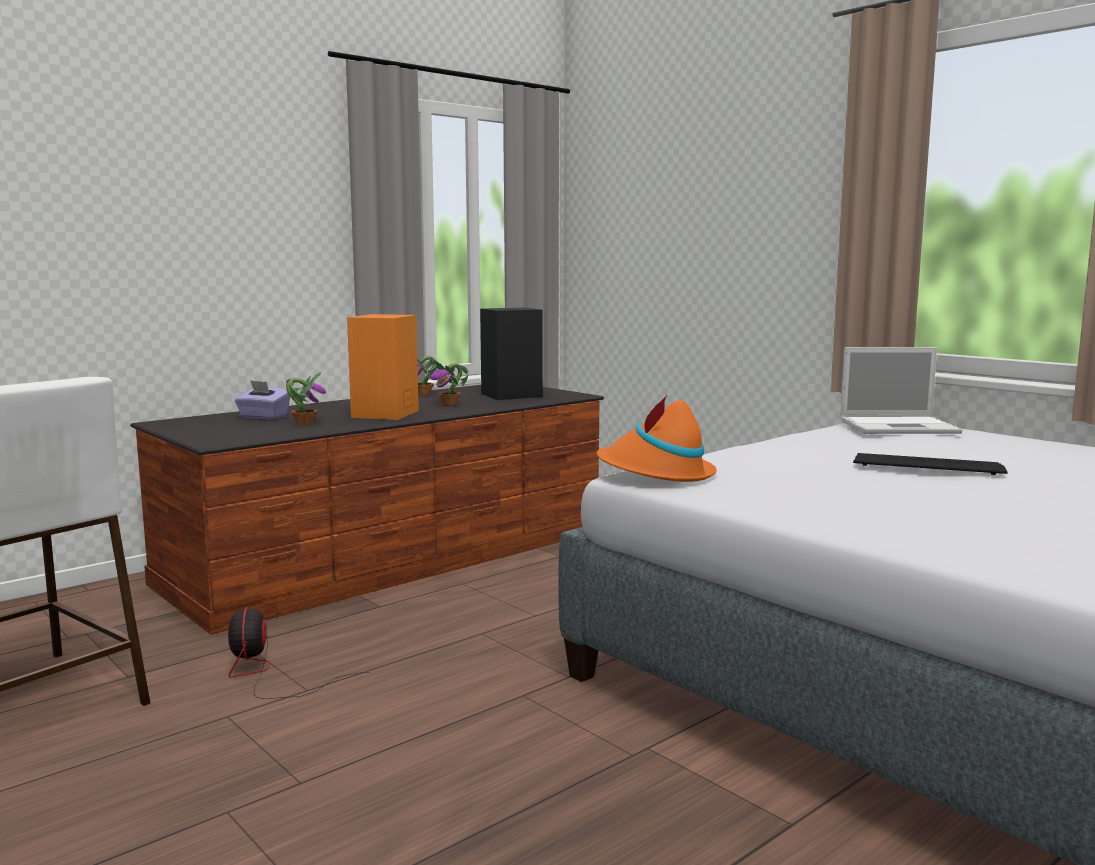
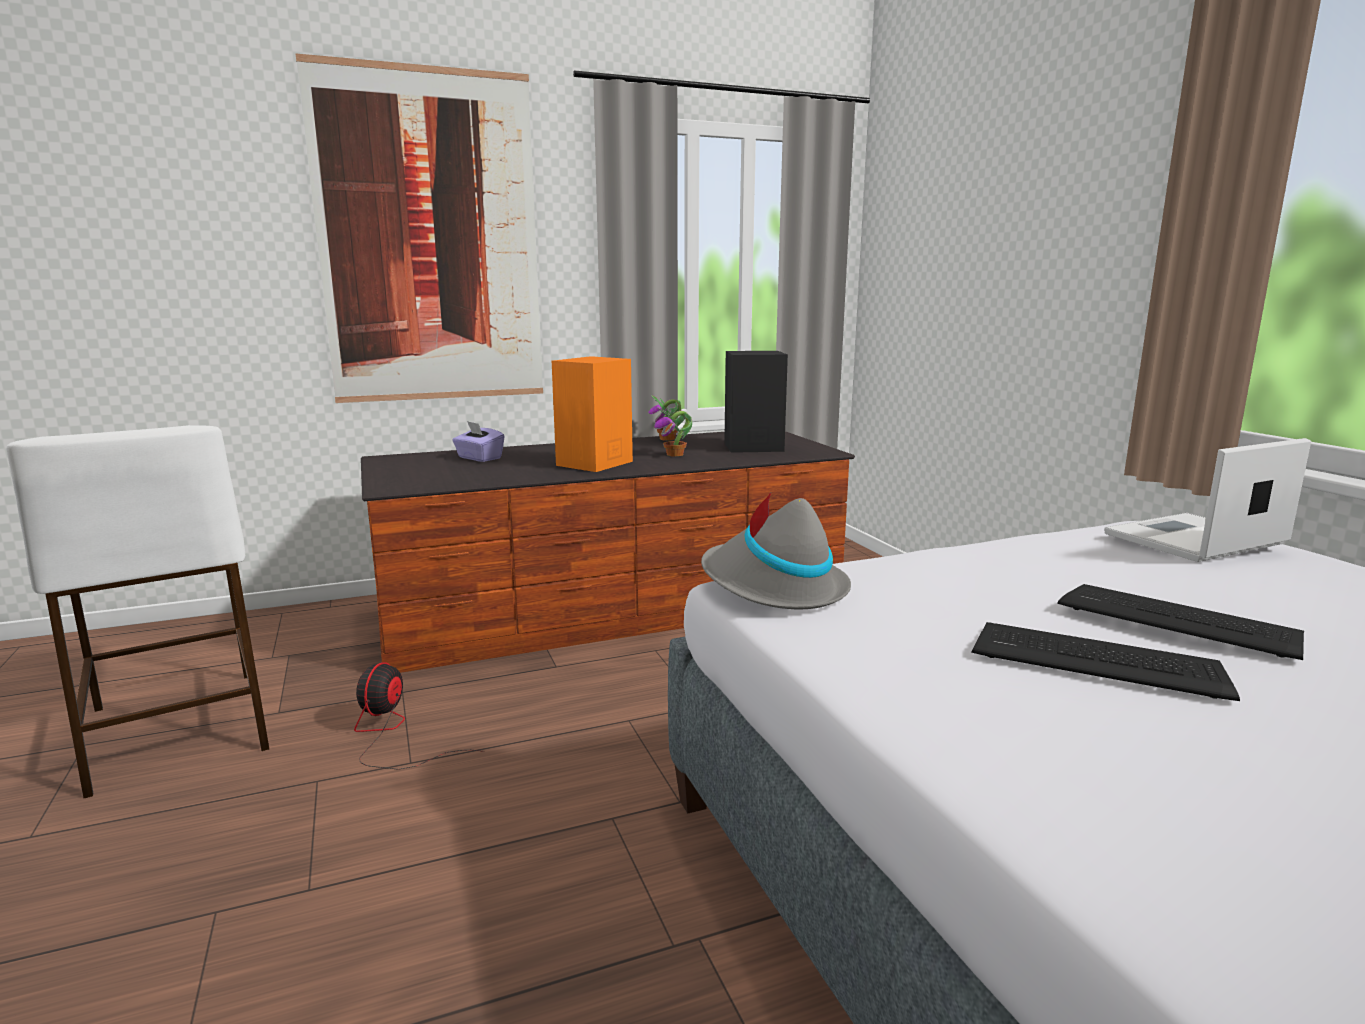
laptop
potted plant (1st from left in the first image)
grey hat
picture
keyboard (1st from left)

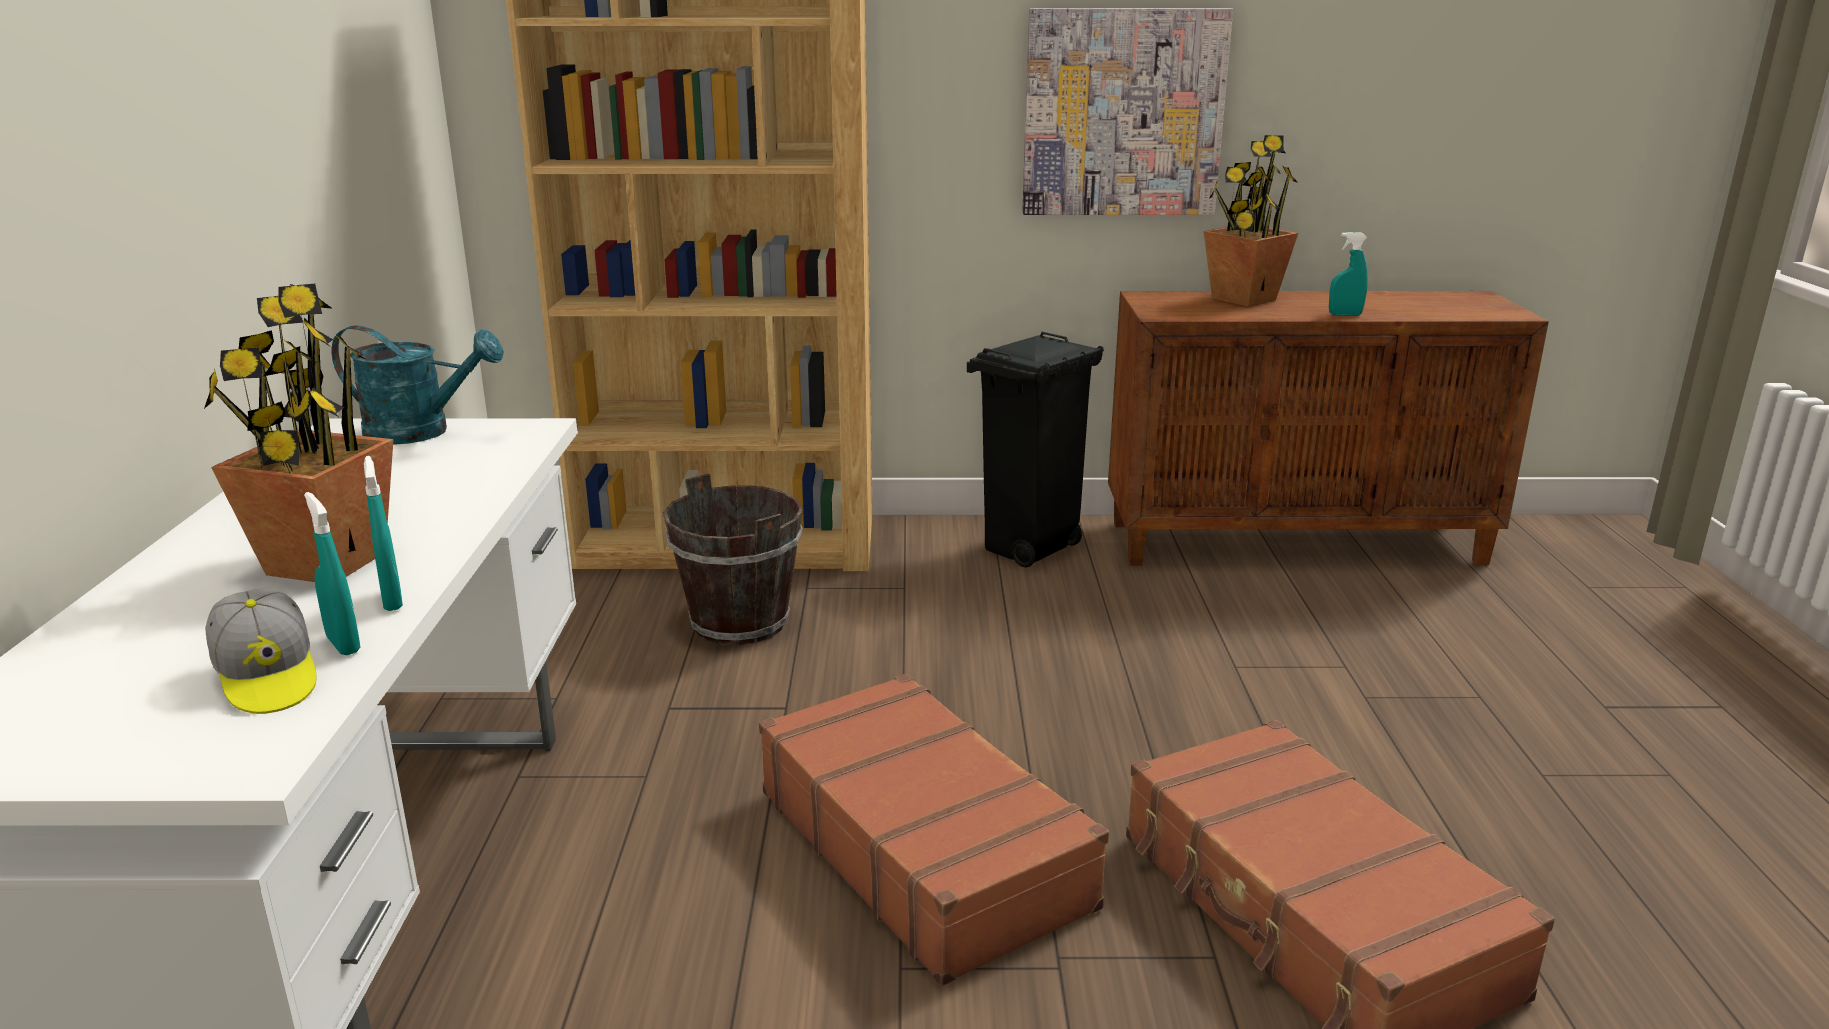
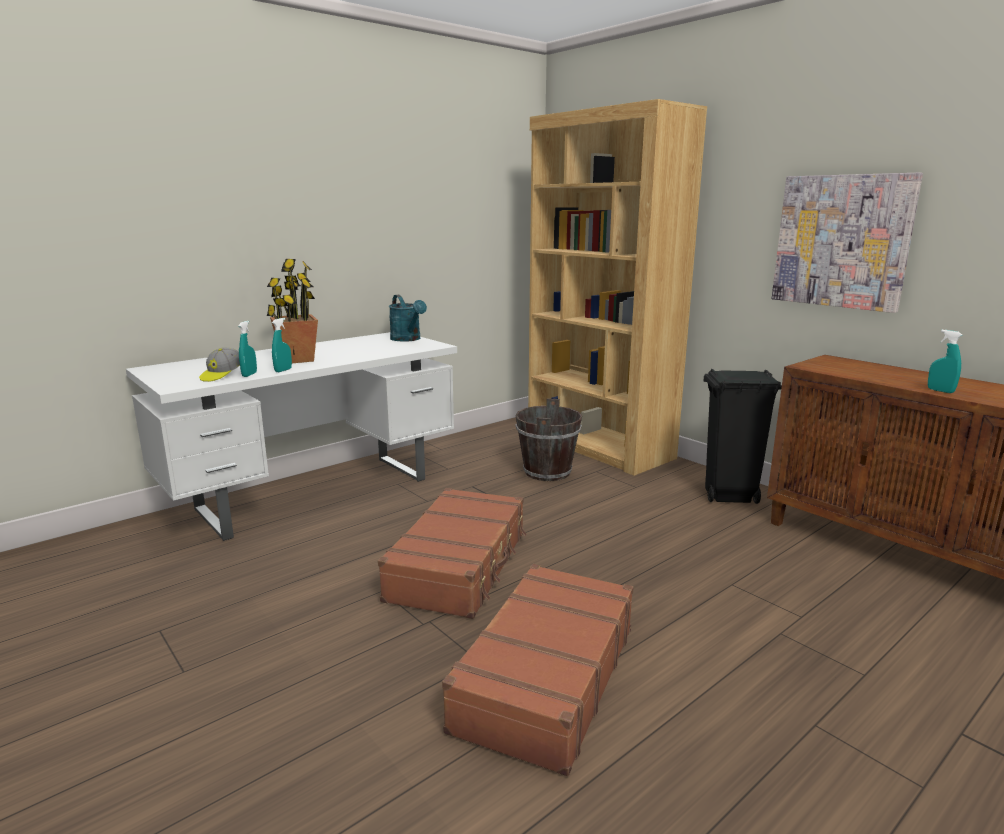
potted plant (2nd from left in the first image)

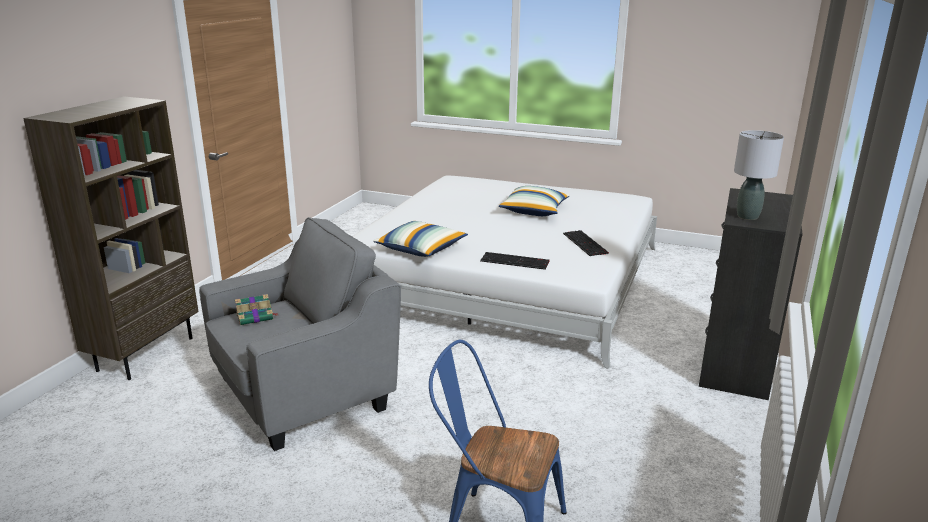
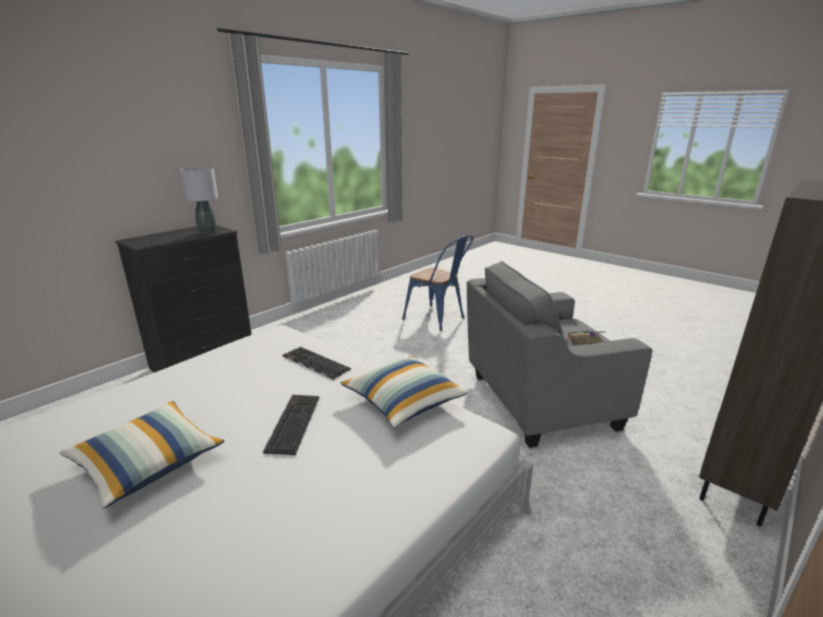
keyboard (1st from left)

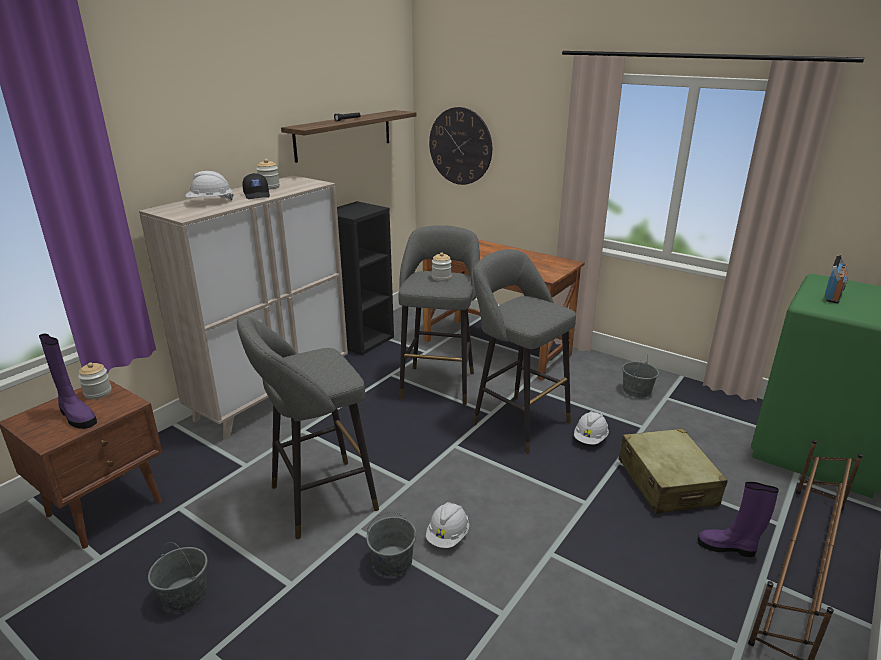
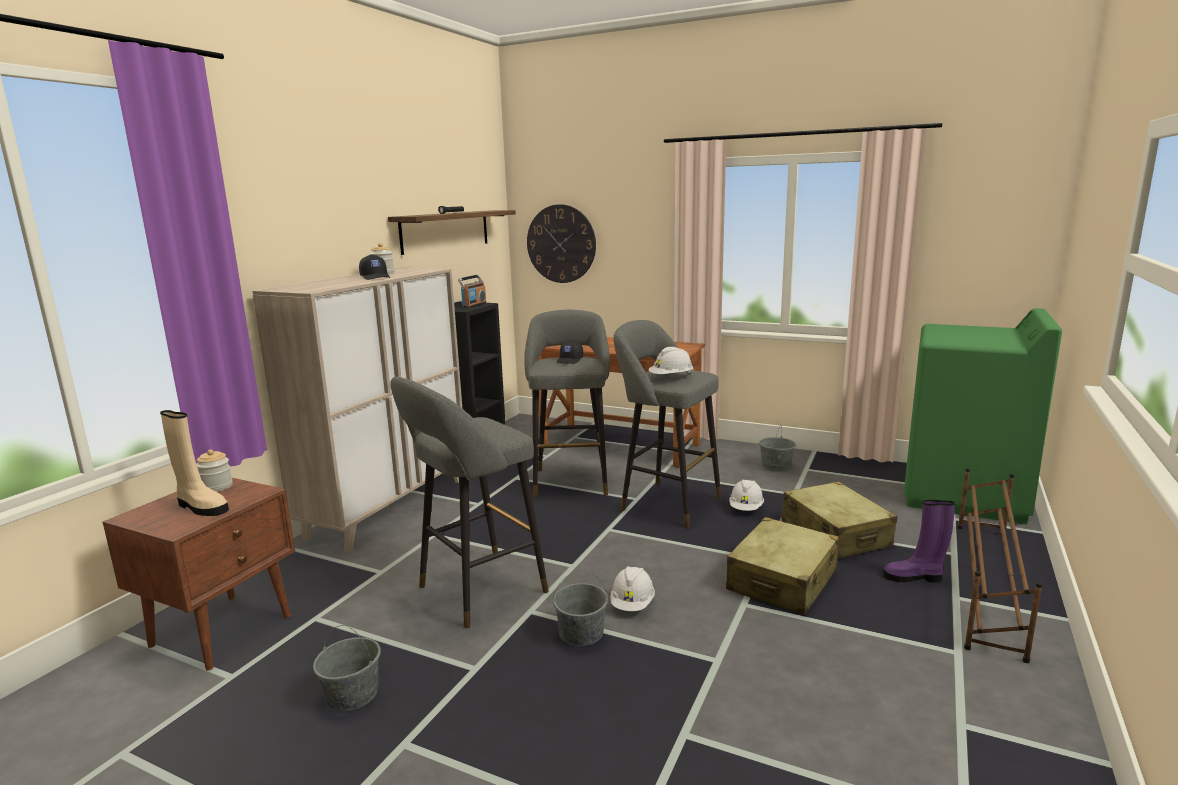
white hard hat (2nd from left)
black cap (2nd from left)
radio
beige boot
beige suitcase (1st from left)

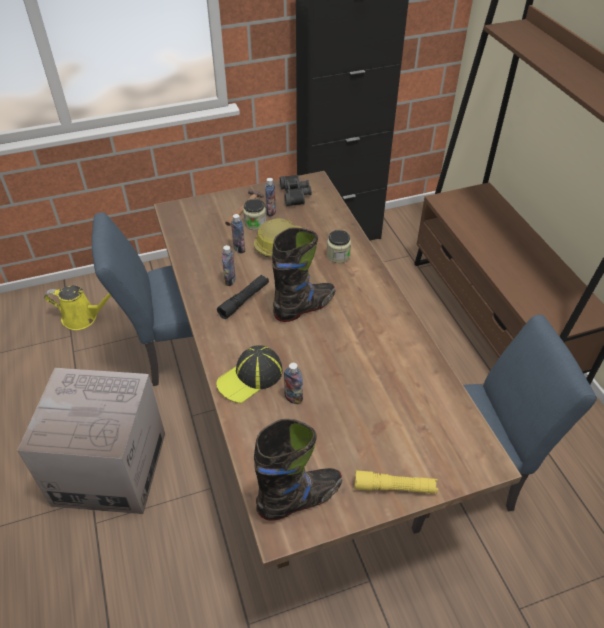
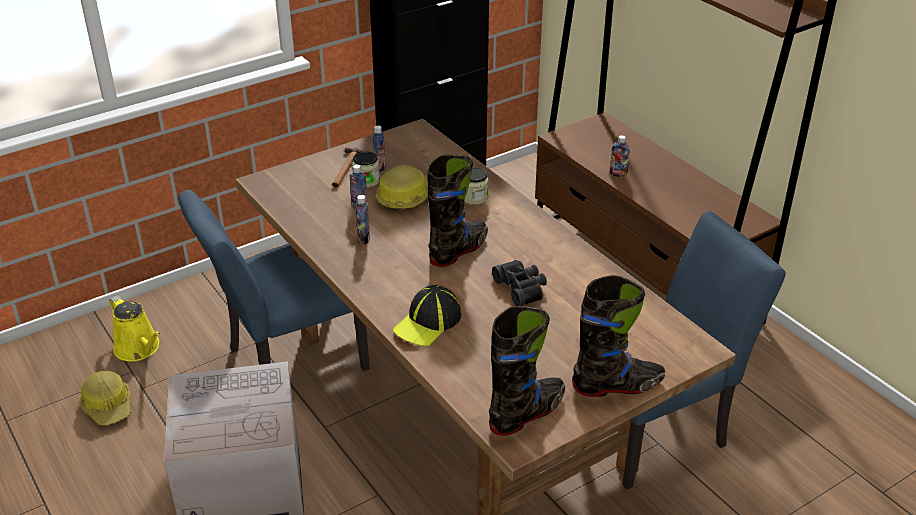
black binoculars
black flashlight
yellow watering can
bottle (4th from left)
black boot (3rd from left)
hard hat (1st from left)

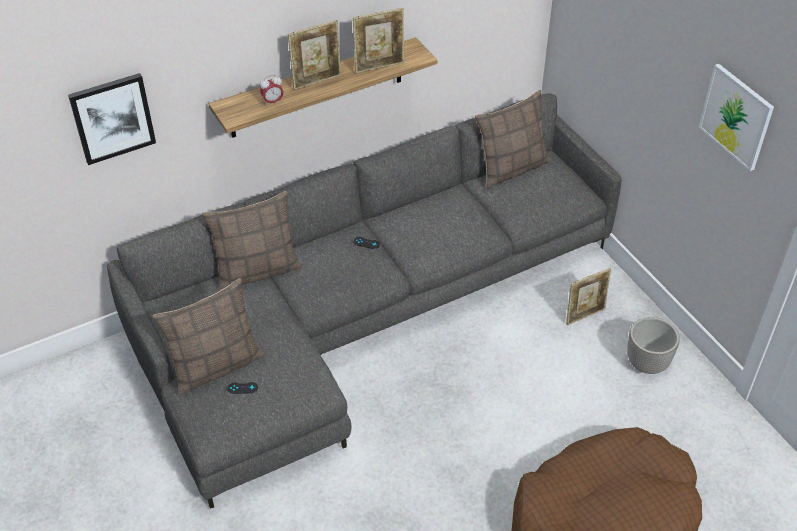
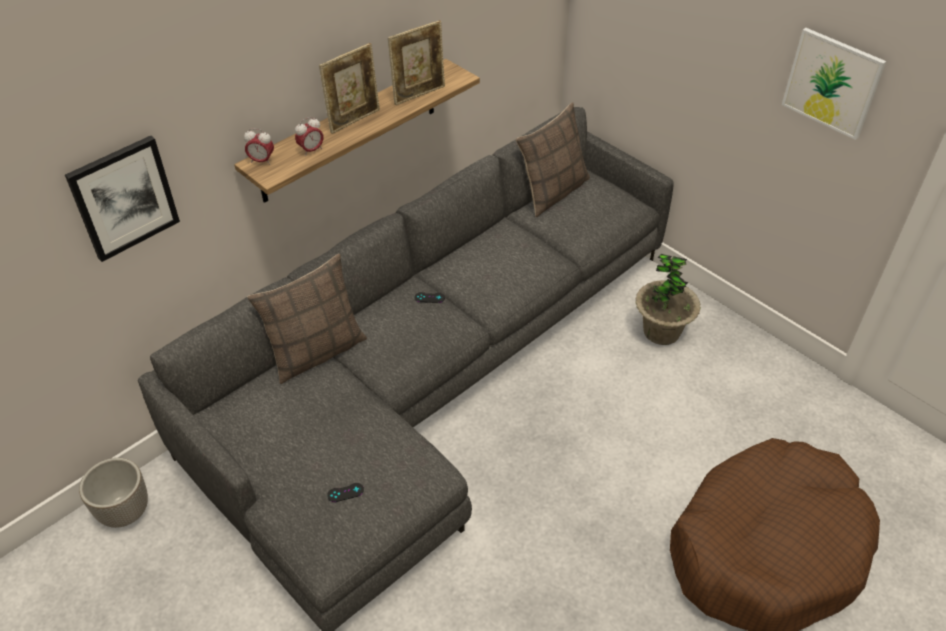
potted plant
pillow (1st from left in the first image)
planter
alarm clock (1st from left)

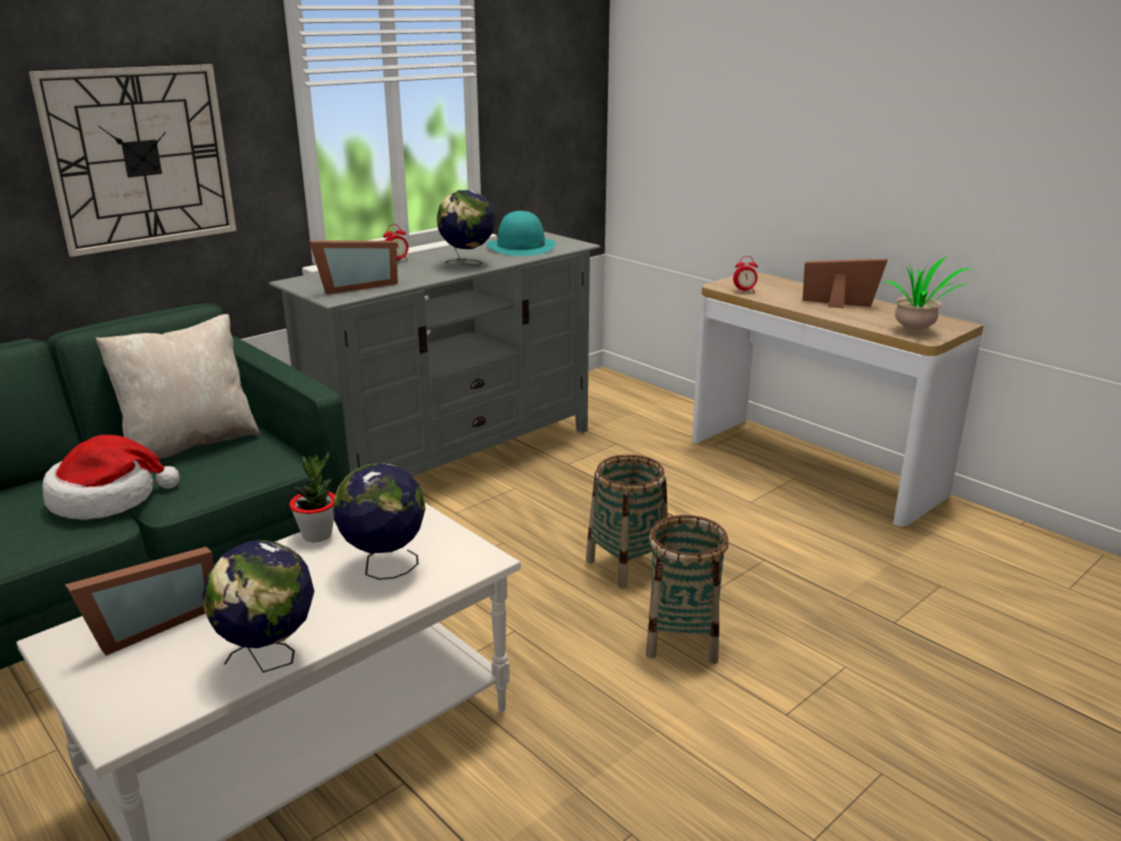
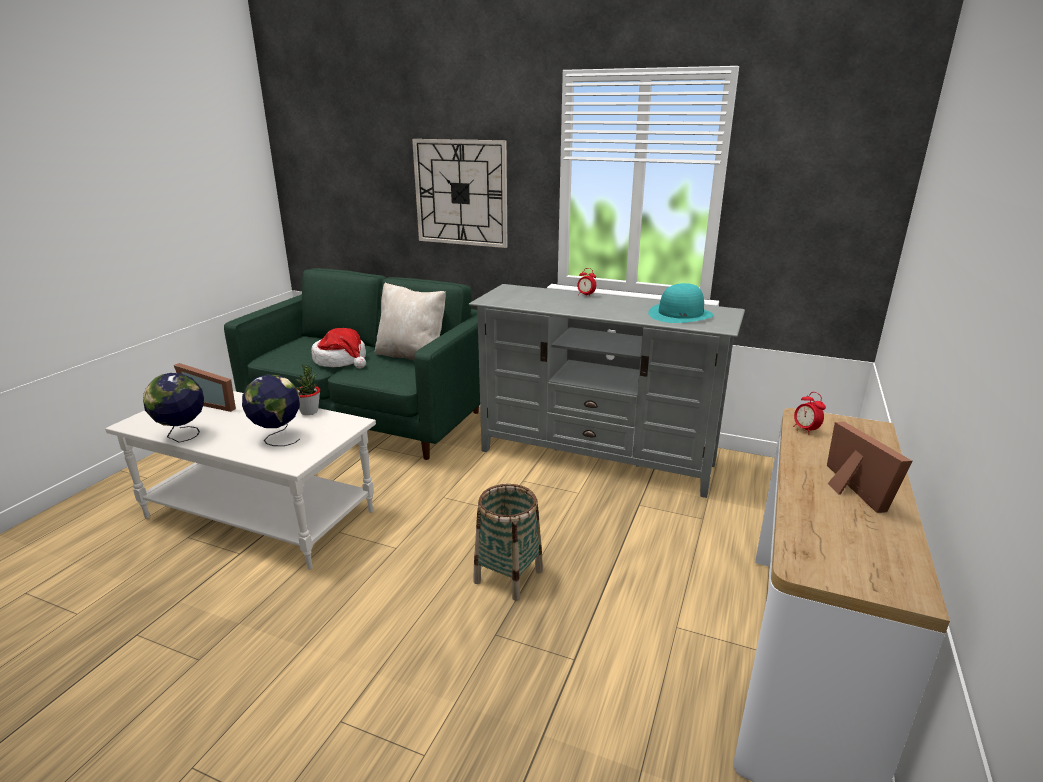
globe (3rd from left in the first image)
picture frame (2nd from left in the first image)
potted plant (2nd from left in the first image)
basket (2nd from left in the first image)

